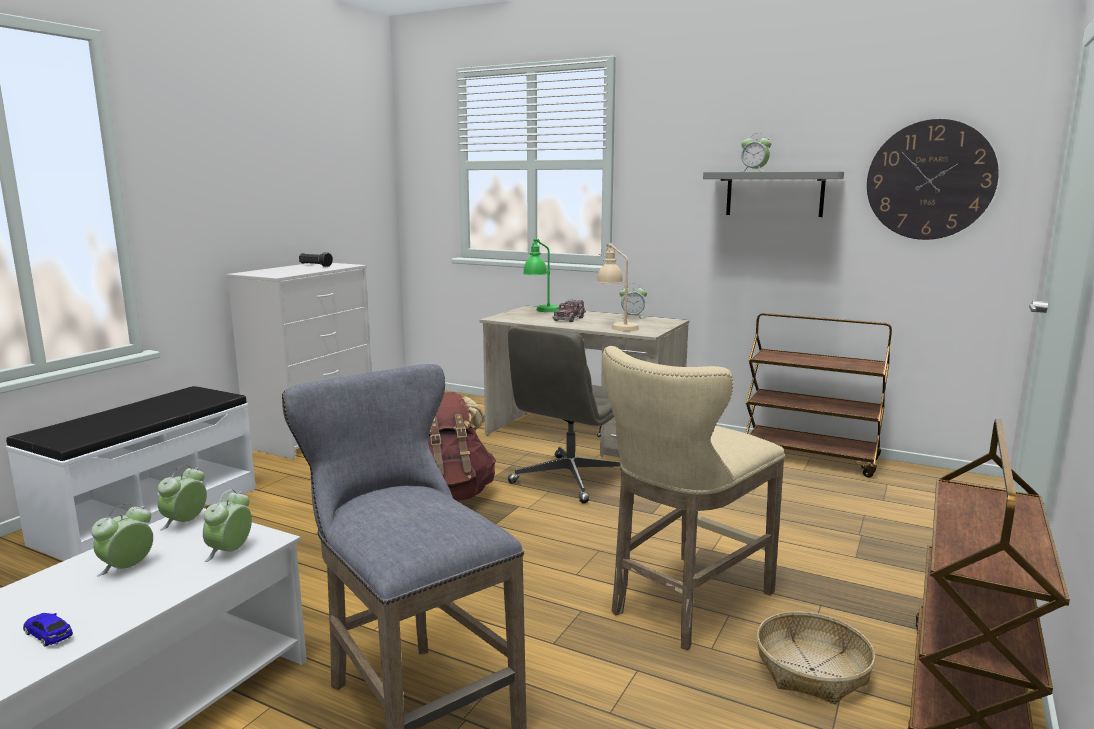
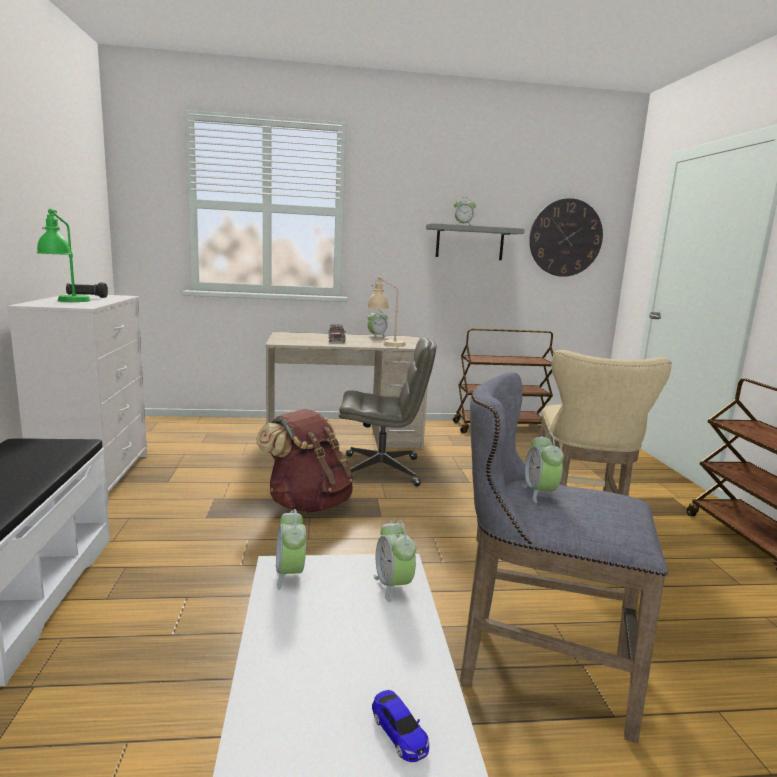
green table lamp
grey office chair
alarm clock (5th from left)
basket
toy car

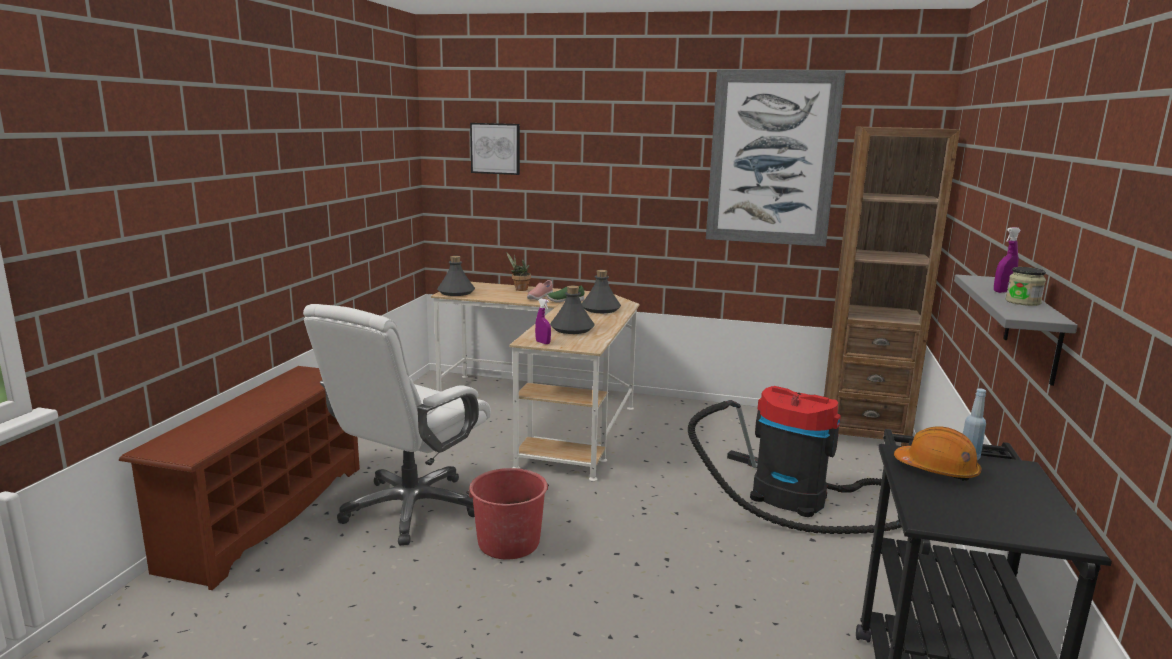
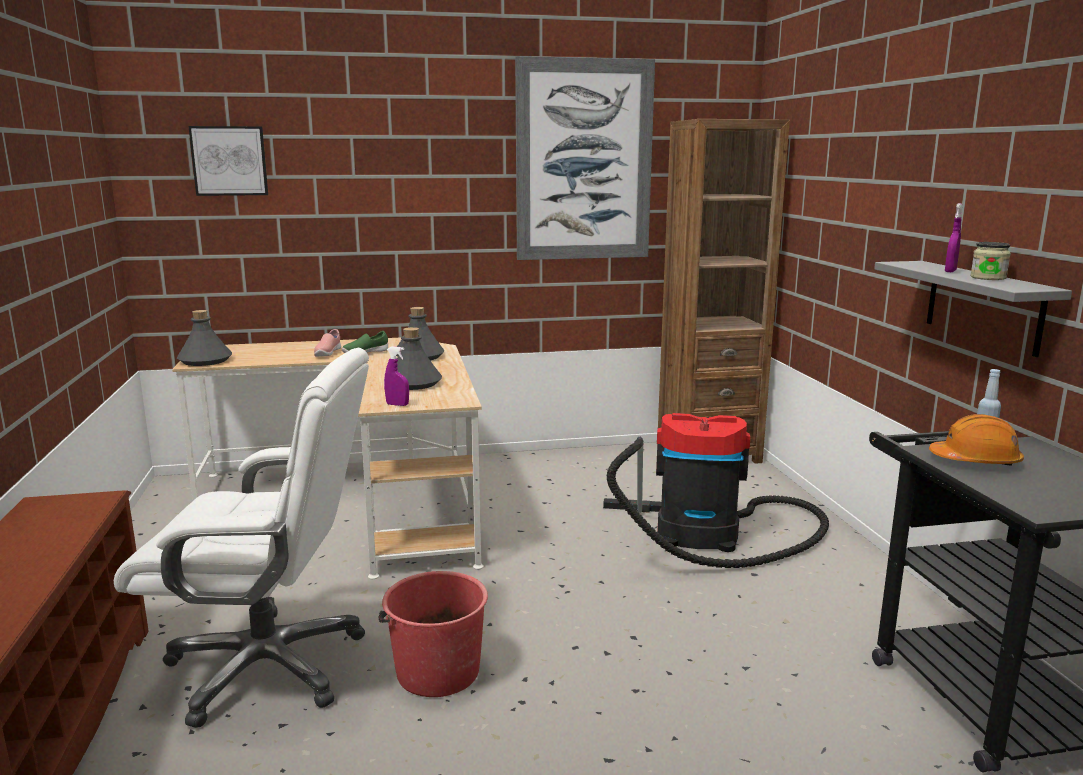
potted plant
white office chair

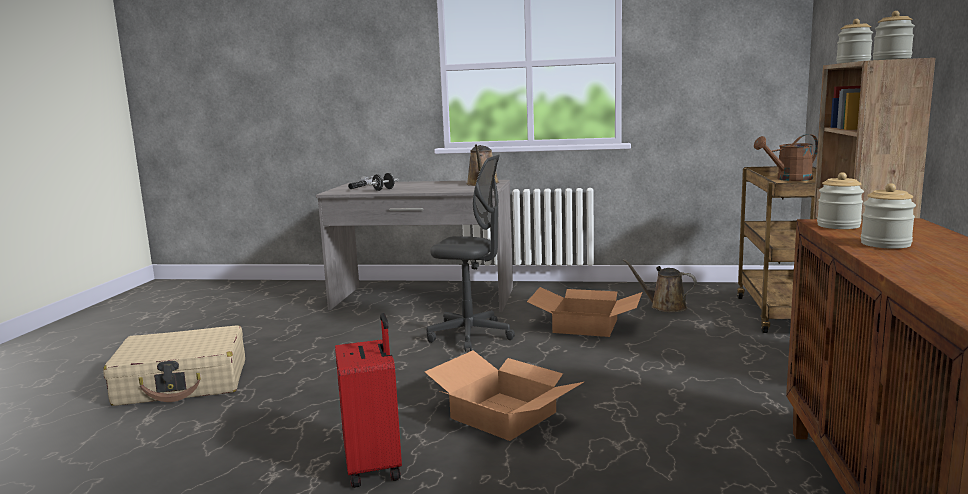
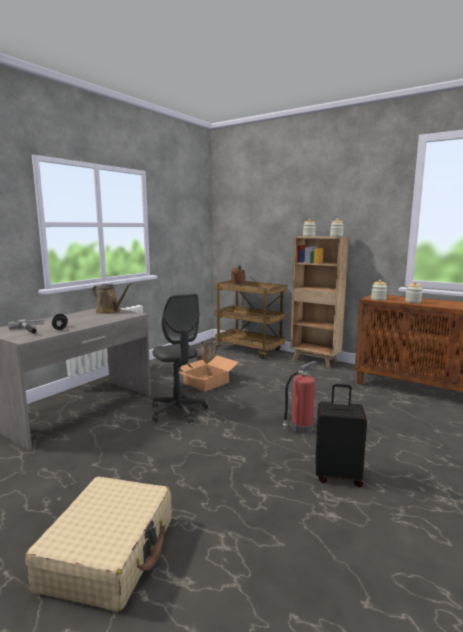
grey office chair
black suitcase
fire extinguisher

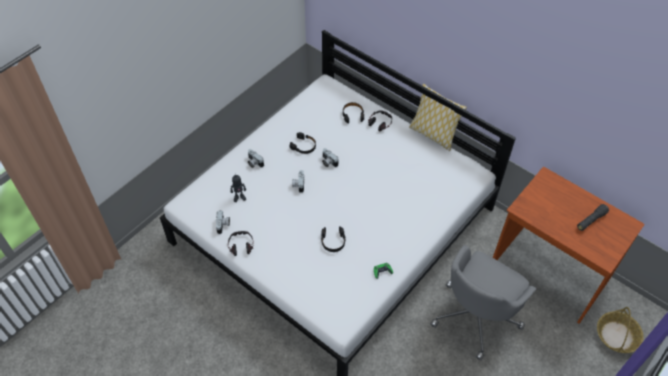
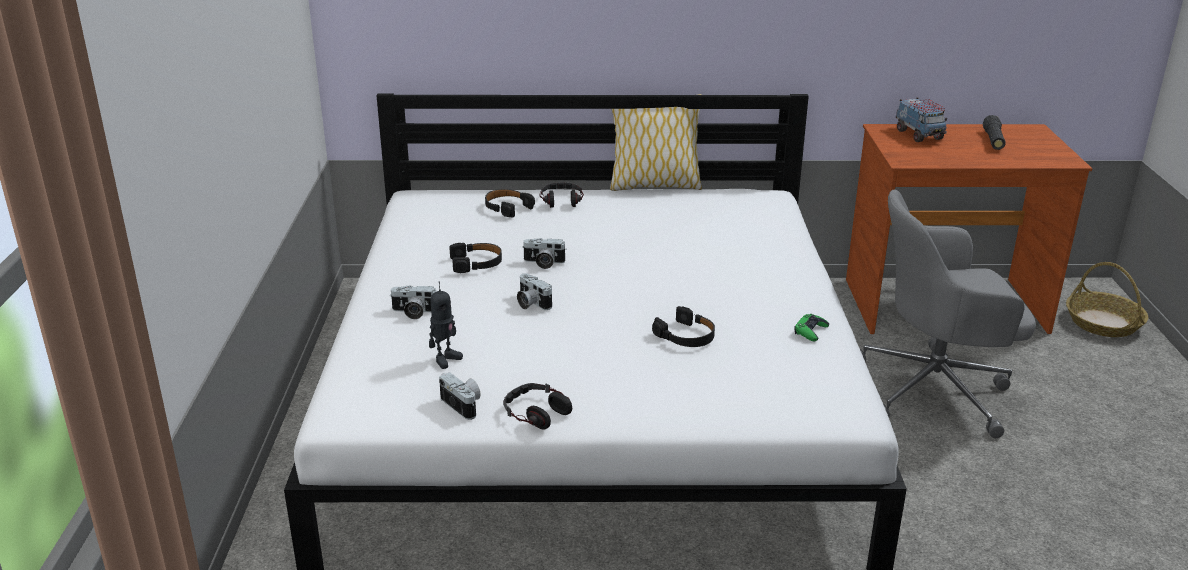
grey office chair
toy truck

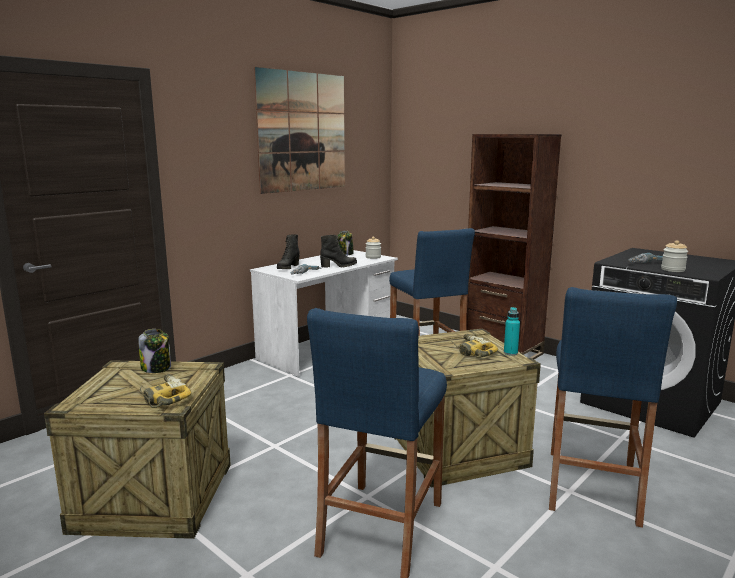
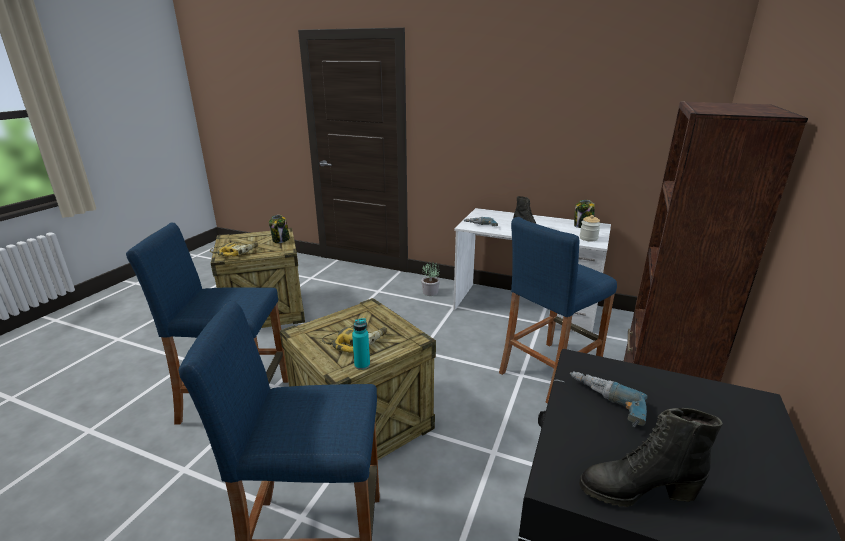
picture
black boot (2nd from left)
jar (4th from left in the first image)
potted plant

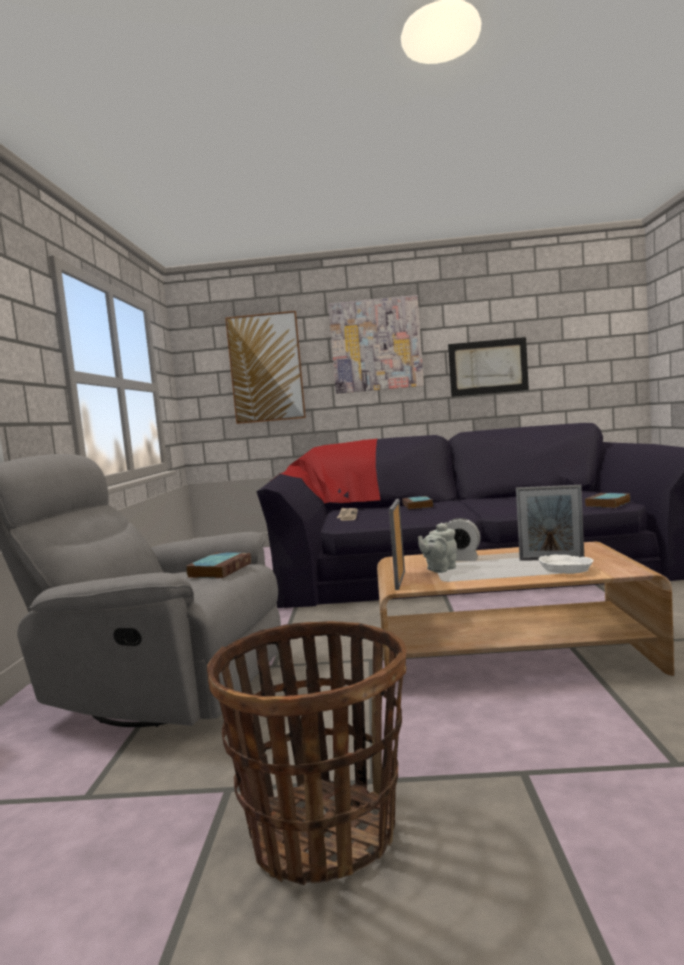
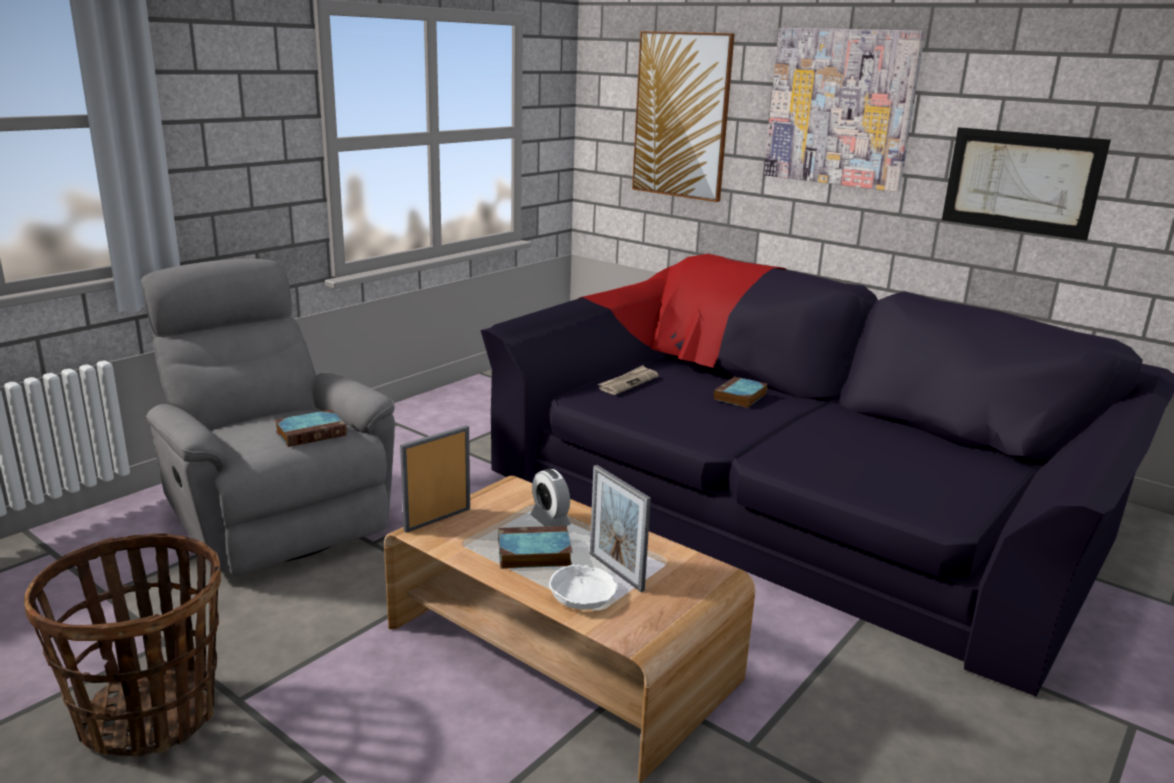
book (2nd from left)
grey teapot

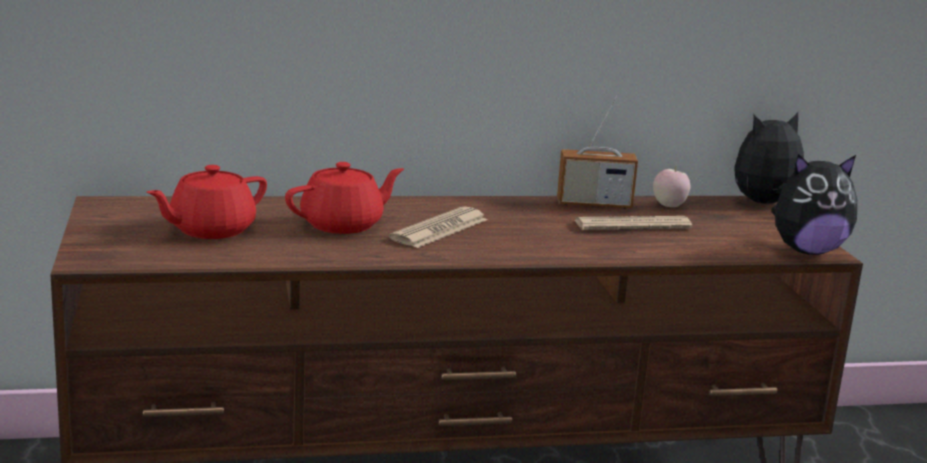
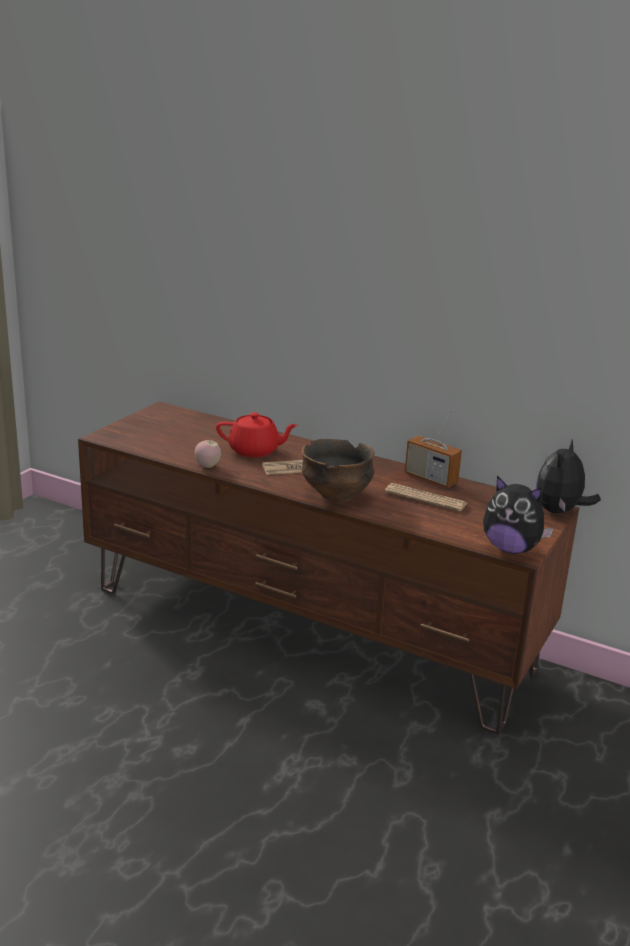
plush toy (2nd from left)
red teapot (1st from left in the first image)
apple
bowl

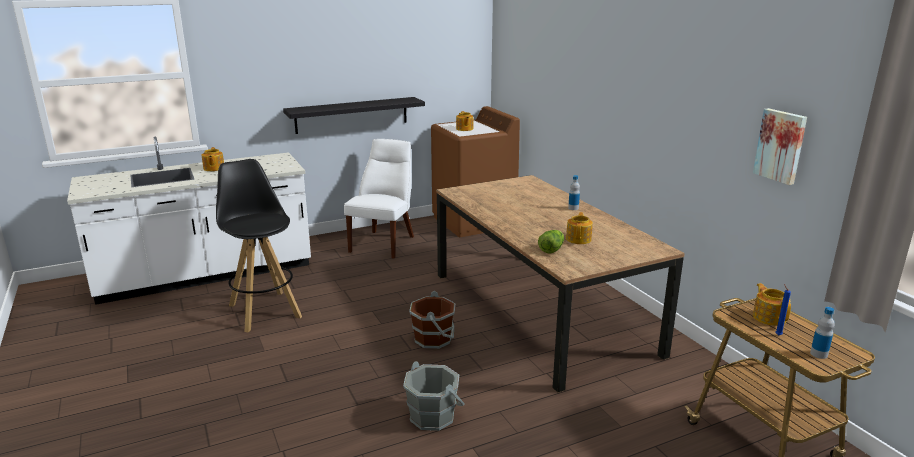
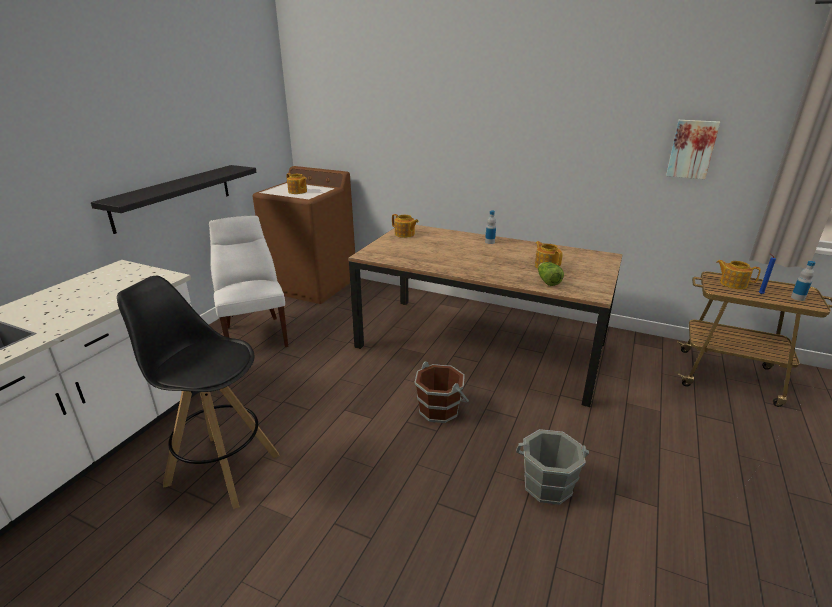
teapot (2nd from left)

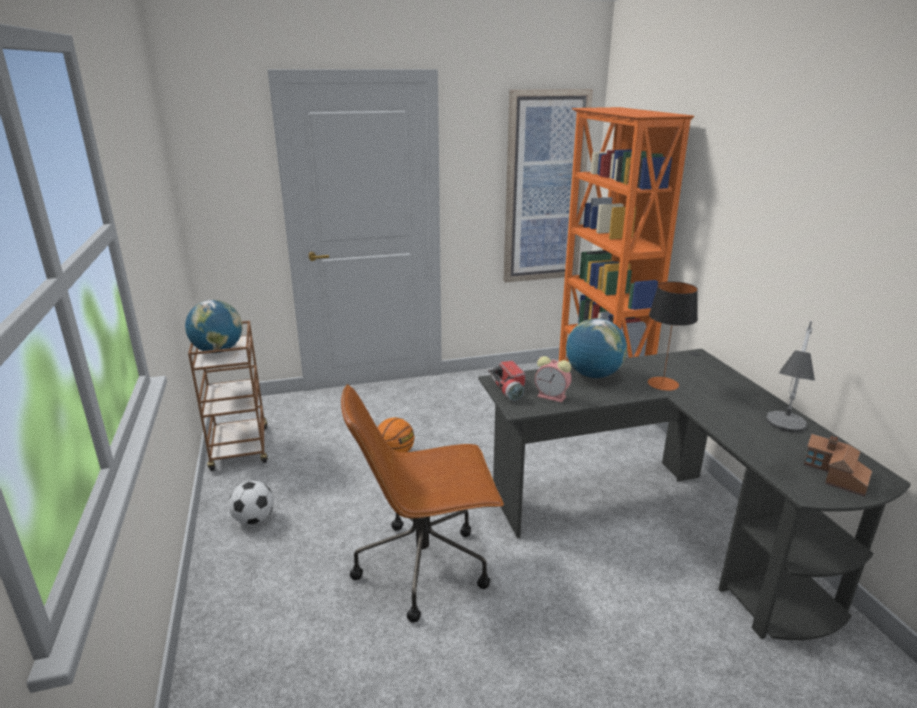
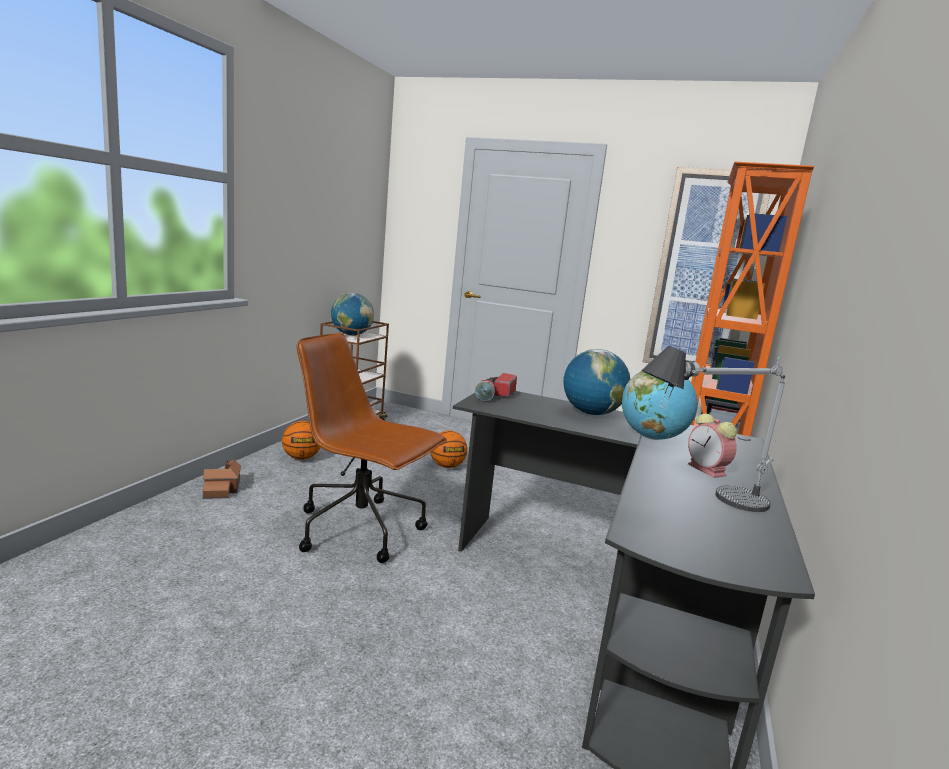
globe (3rd from left)
alarm clock
toy house
basketball (1st from left)

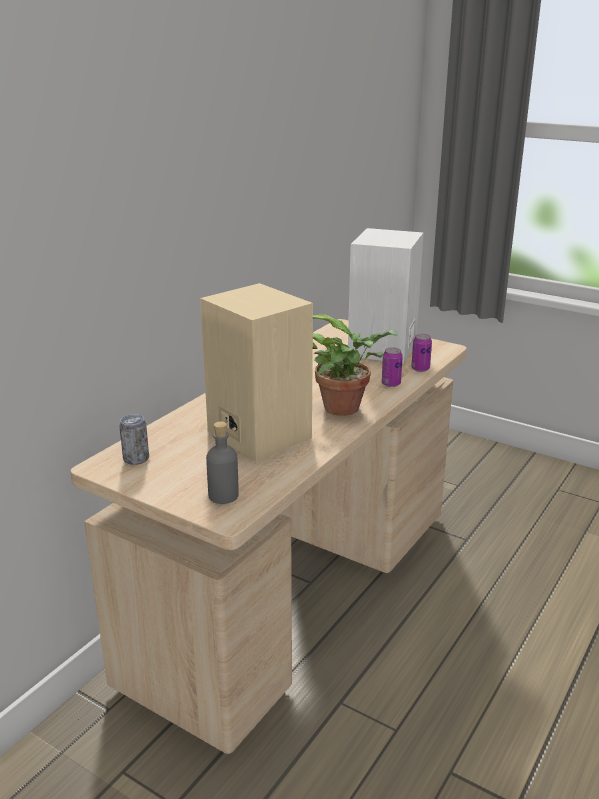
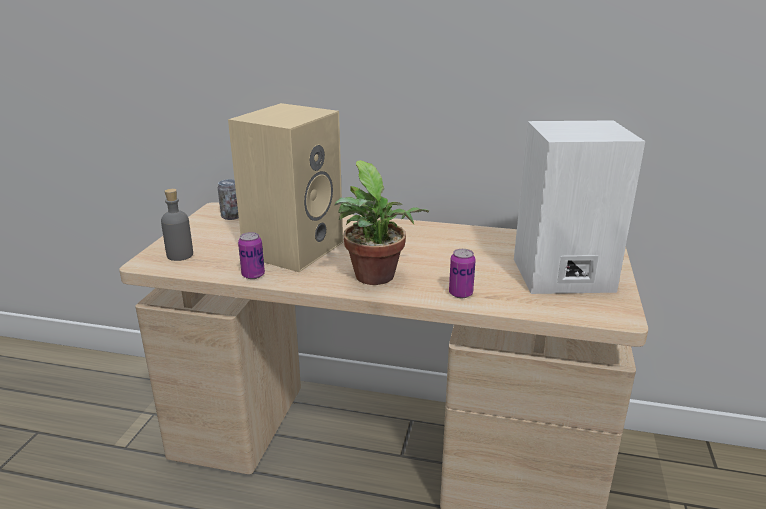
can (2nd from left)

